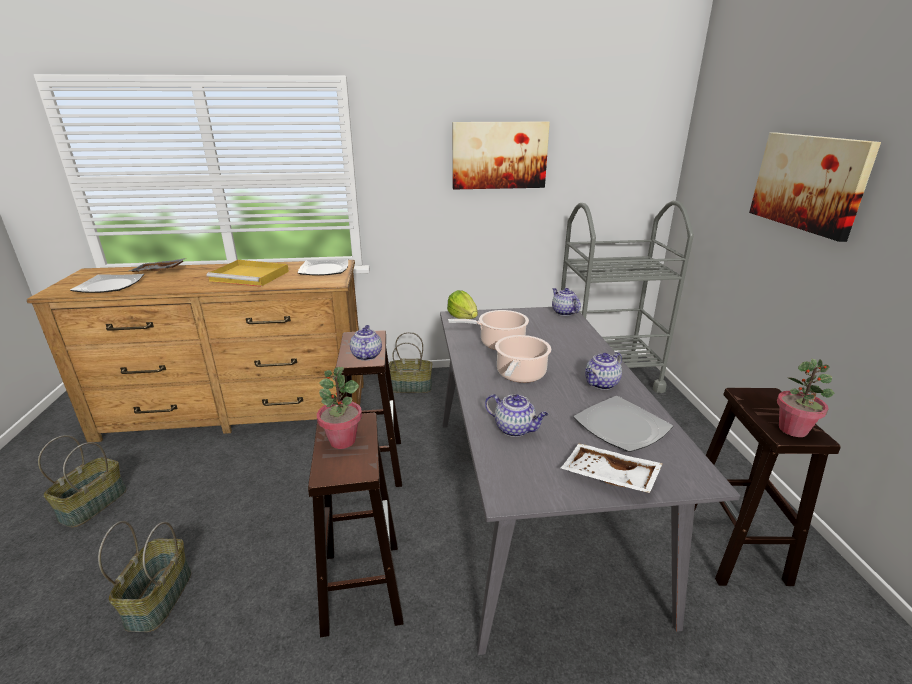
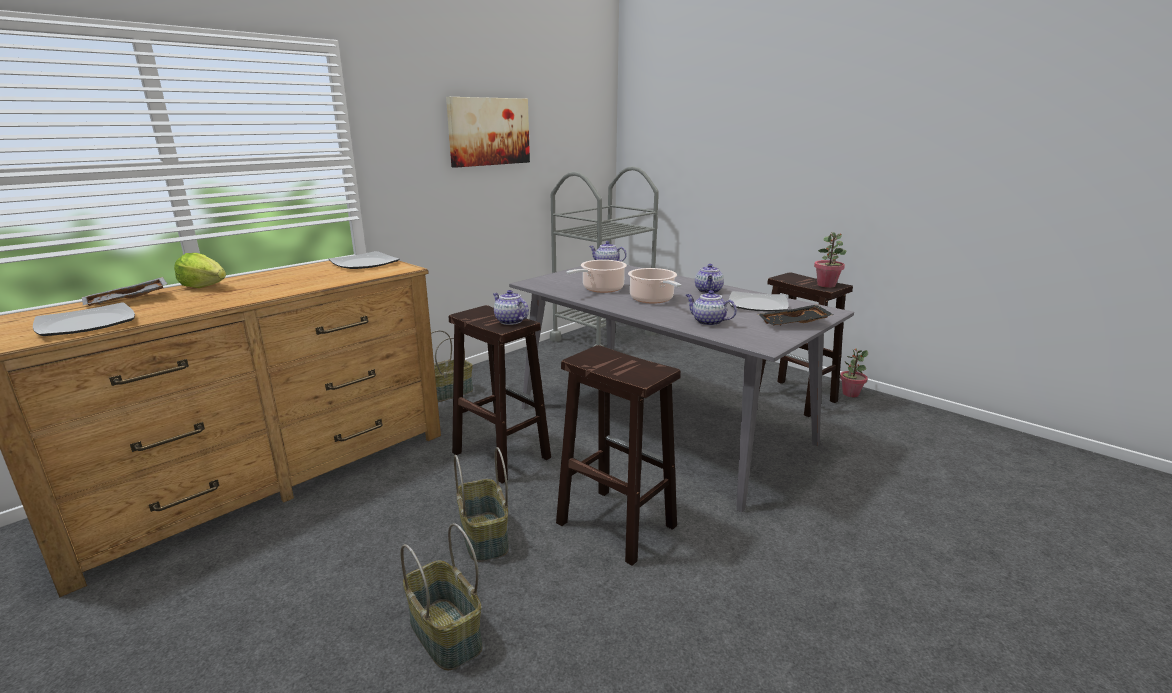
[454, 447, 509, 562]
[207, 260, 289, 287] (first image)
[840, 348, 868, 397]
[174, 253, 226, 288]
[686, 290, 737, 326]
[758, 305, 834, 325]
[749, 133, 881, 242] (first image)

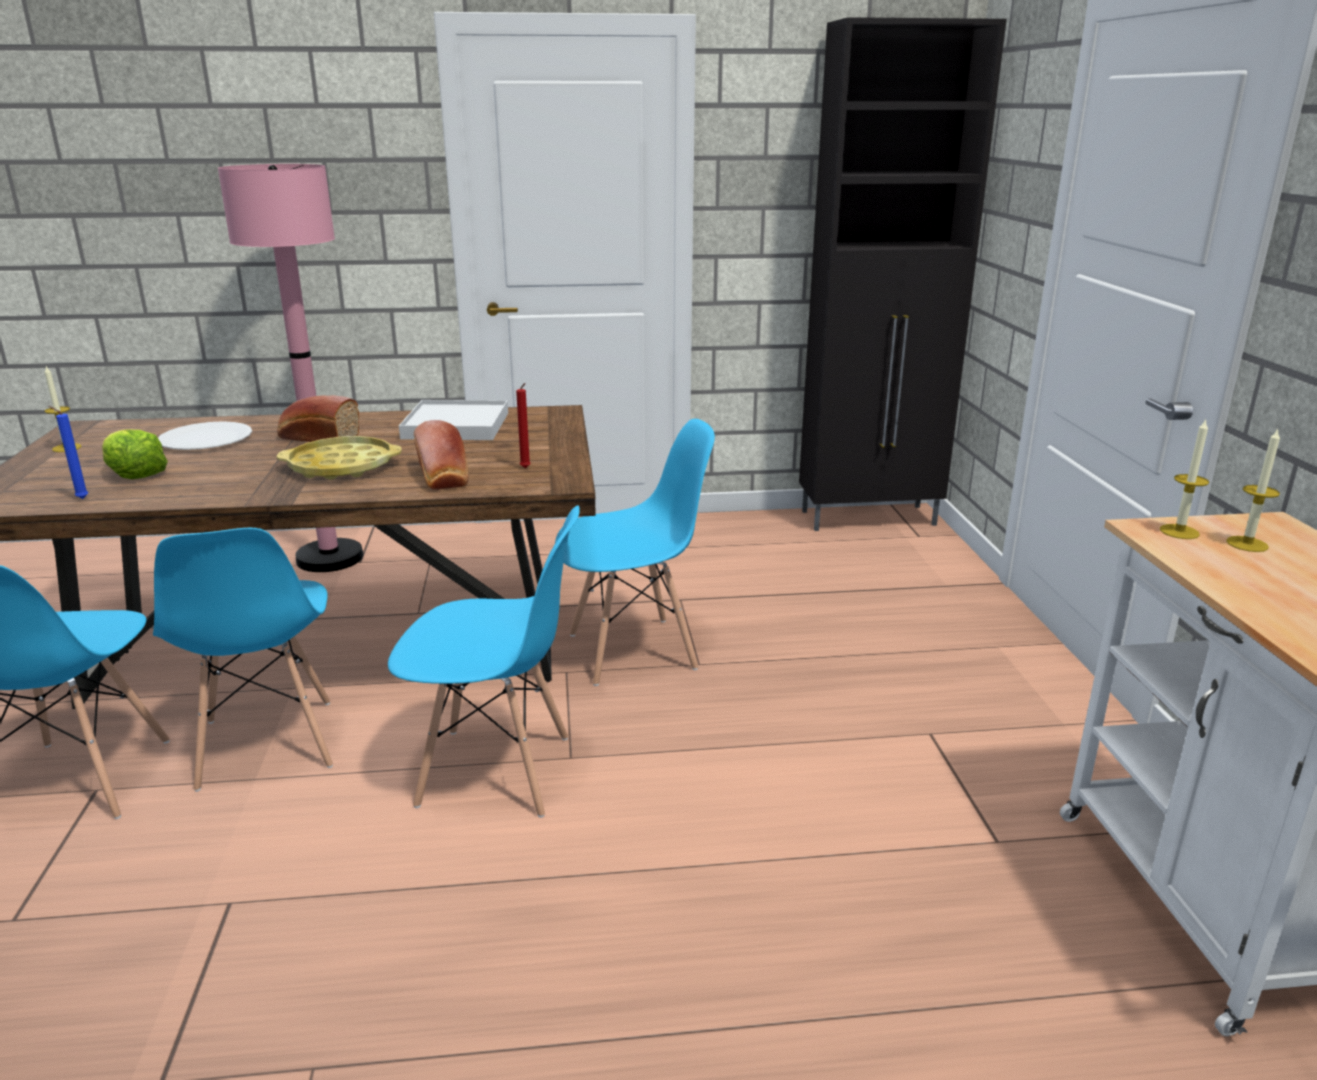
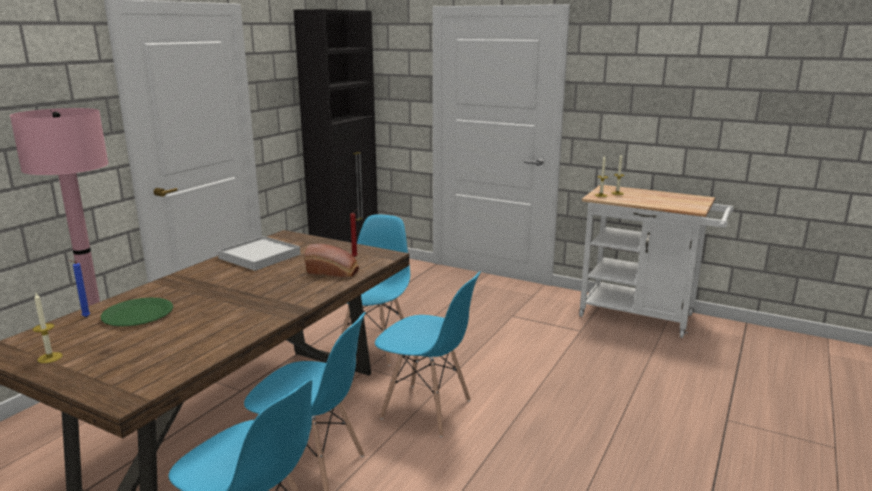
[69, 260, 90, 317]
[102, 430, 168, 479] (first image)
[101, 297, 173, 326]
[277, 395, 359, 442] (first image)
[277, 436, 402, 480] (first image)
[375, 271, 481, 437]

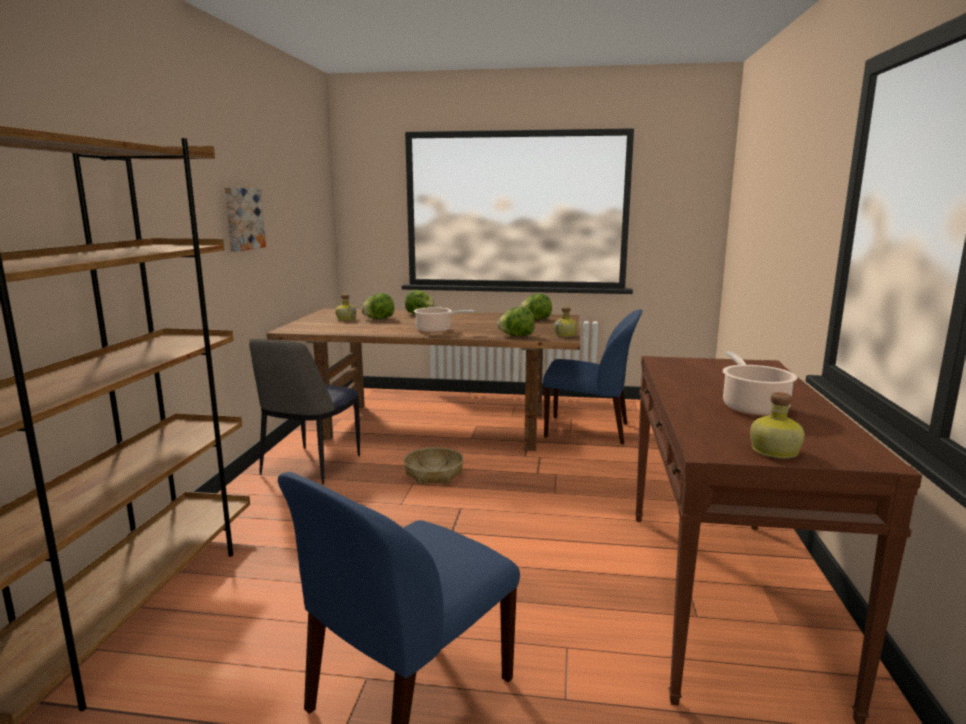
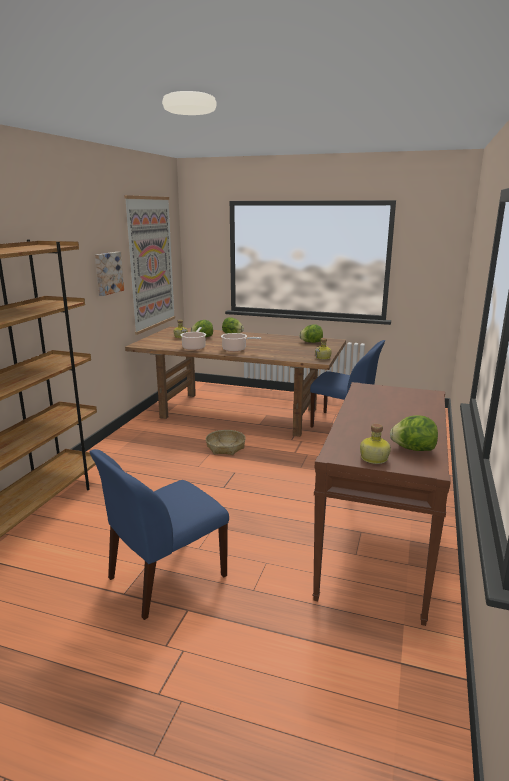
[249, 339, 360, 485] (first image)
[390, 415, 438, 451]
[180, 327, 206, 350]
[124, 195, 175, 335]

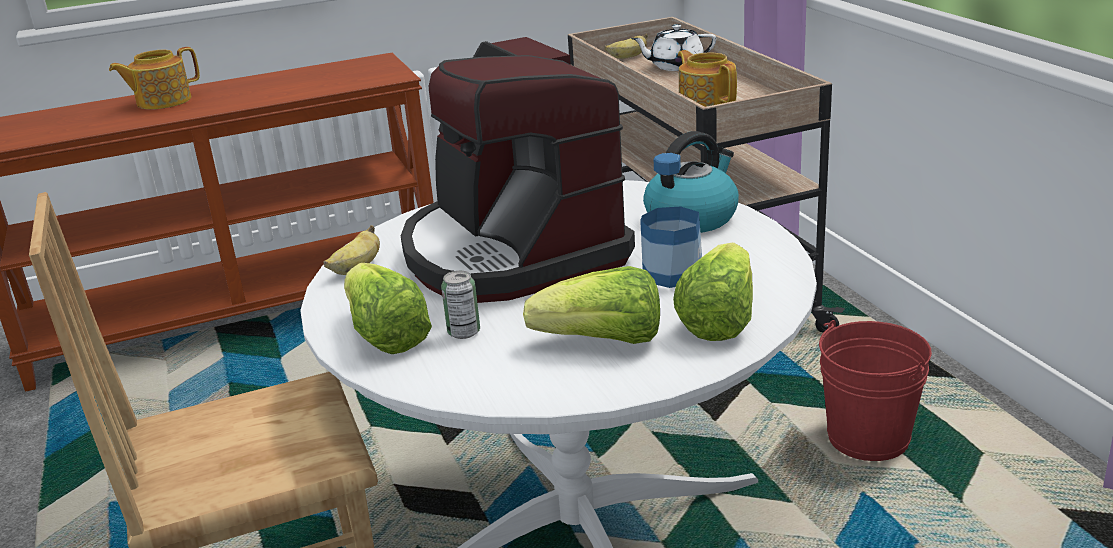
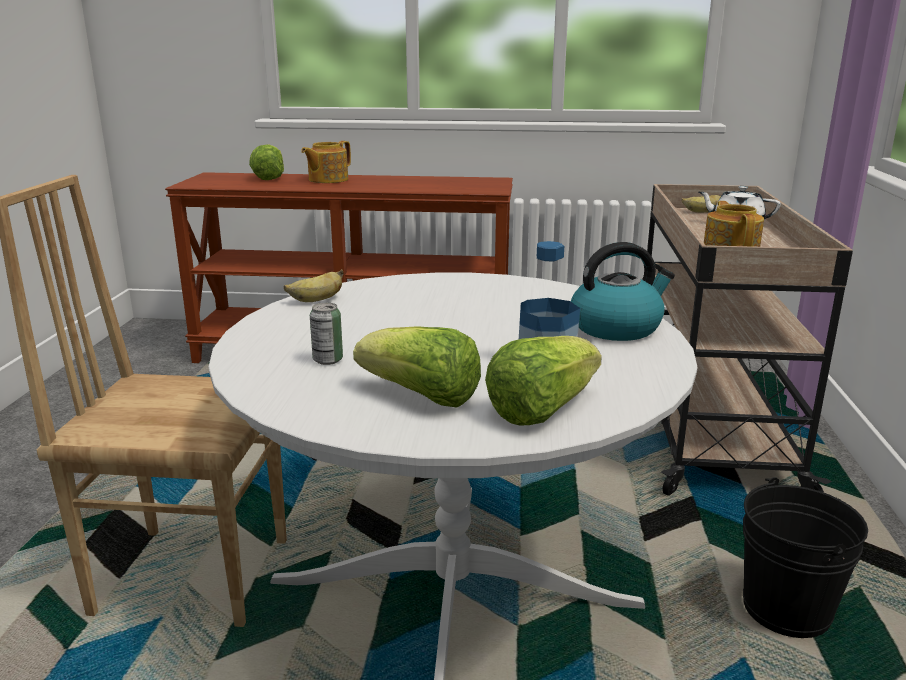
[301, 141, 351, 183]
[249, 144, 284, 180]
[401, 37, 635, 303] (first image)
[743, 477, 868, 638]

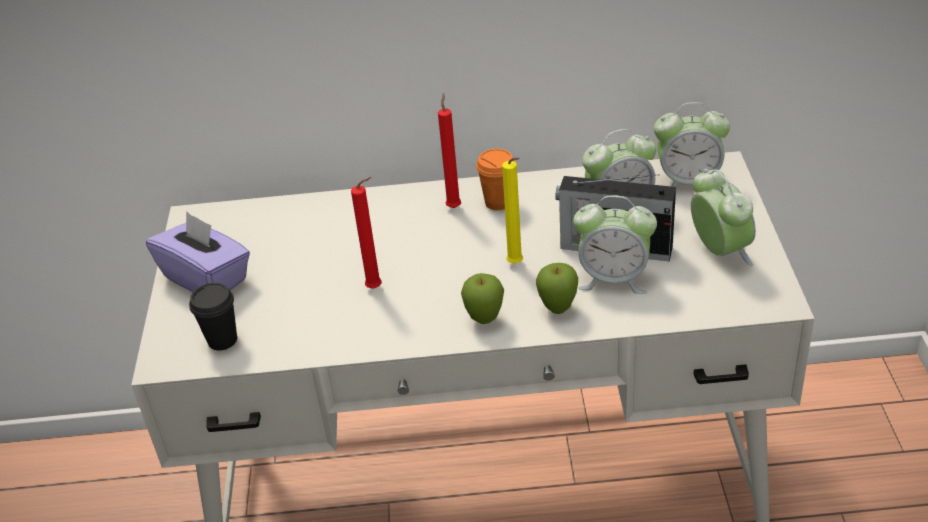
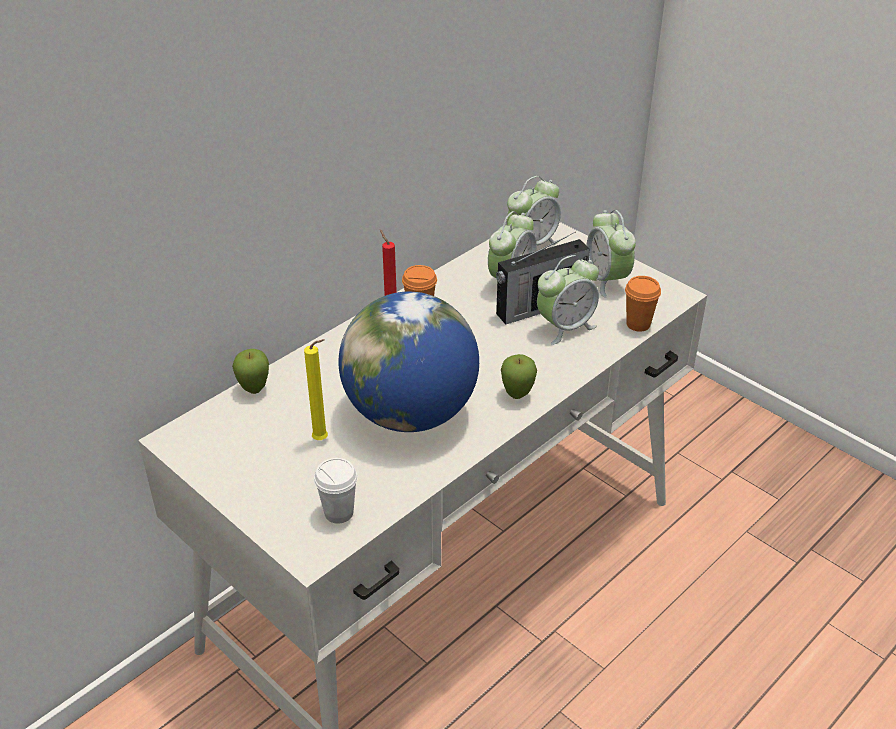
[146, 211, 250, 292] (first image)
[314, 458, 358, 524]
[339, 292, 479, 432]
[304, 339, 328, 440]
[232, 349, 269, 394]
[587, 210, 636, 298]
[625, 276, 661, 332]

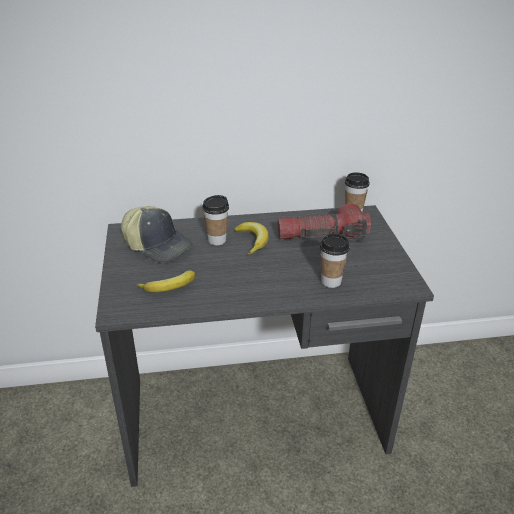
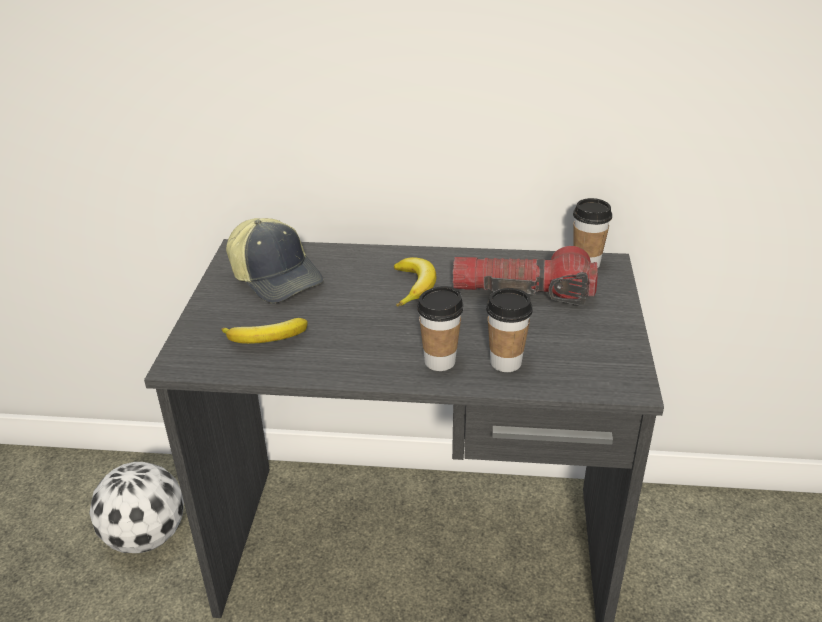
[417, 286, 463, 371]
[89, 462, 184, 553]

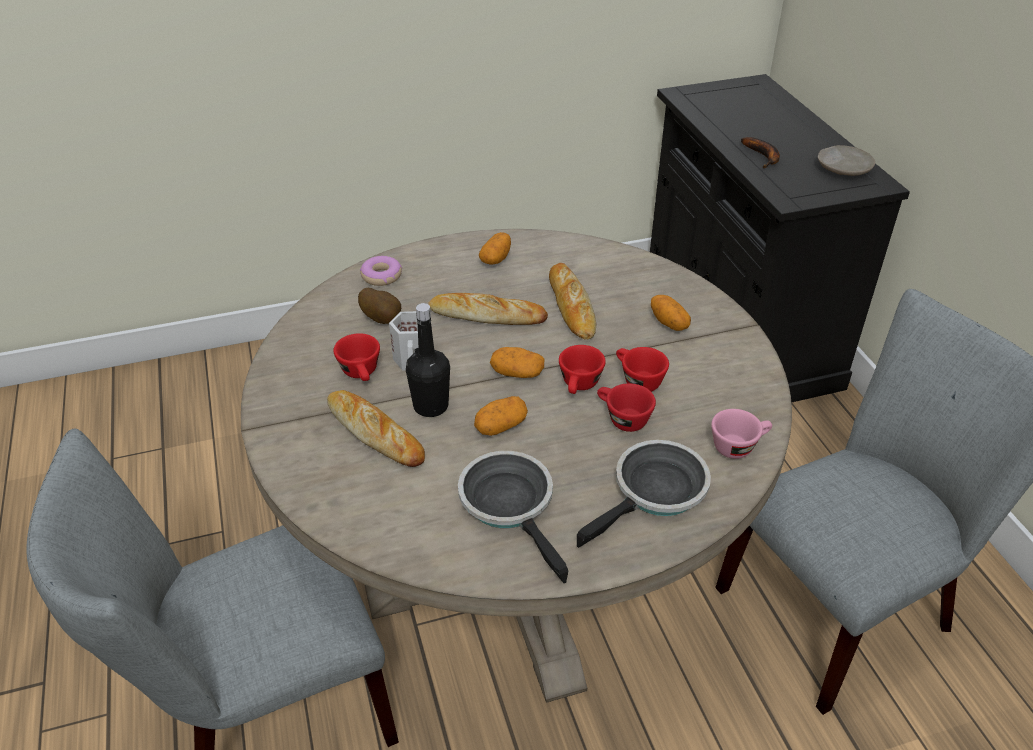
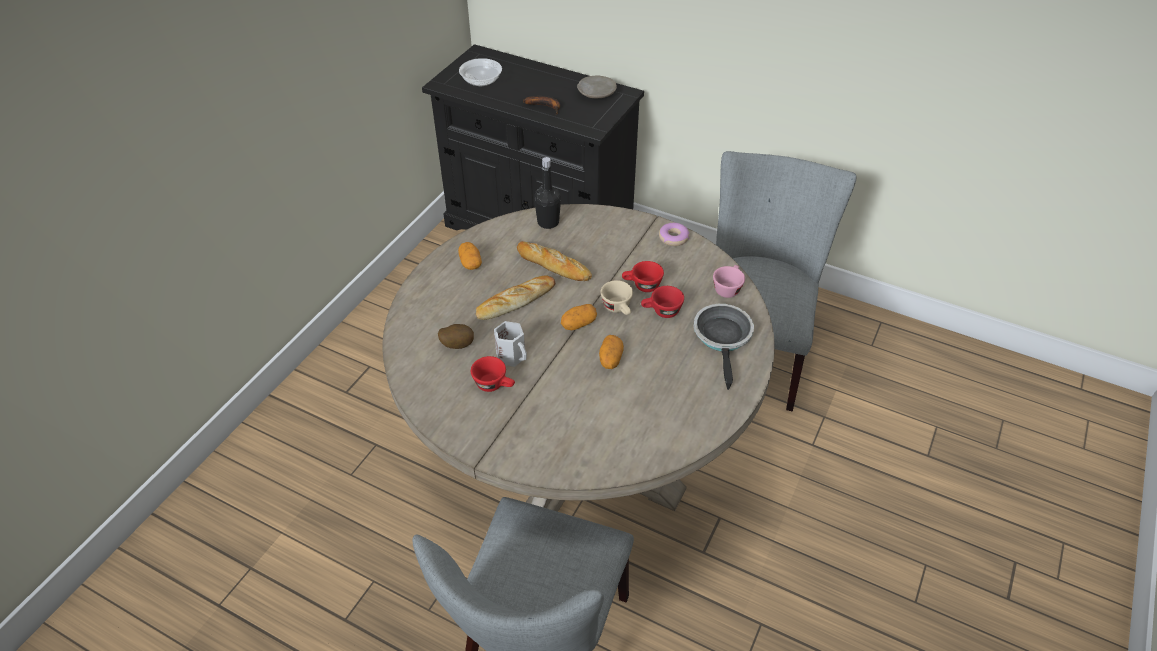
[327, 390, 425, 467] (first image)
[659, 223, 689, 246]
[534, 157, 561, 229]
[458, 451, 568, 583] (first image)
[601, 280, 633, 315]
[651, 295, 691, 331] (first image)
[459, 58, 502, 86]

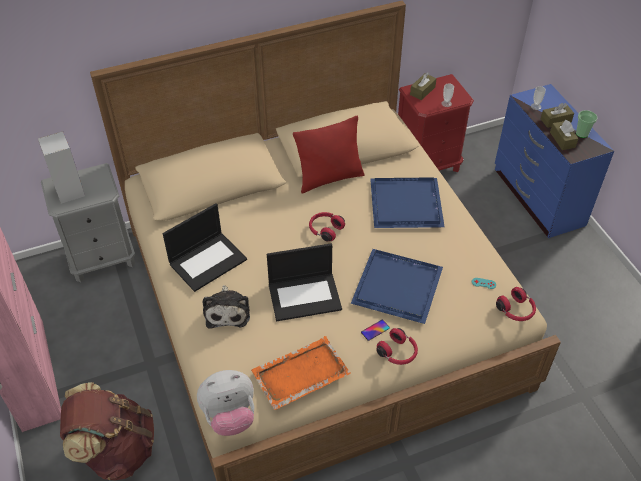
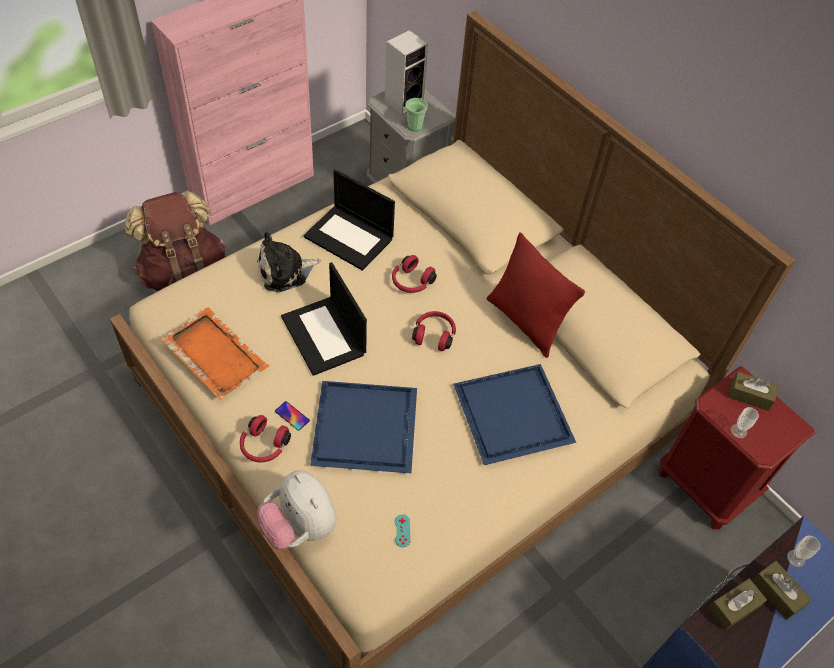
[257, 470, 337, 550]
[392, 255, 437, 293]
[405, 98, 427, 131]

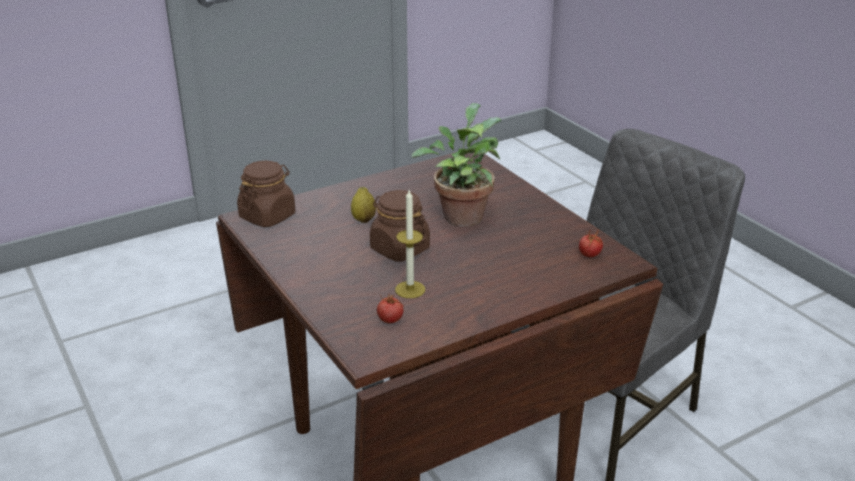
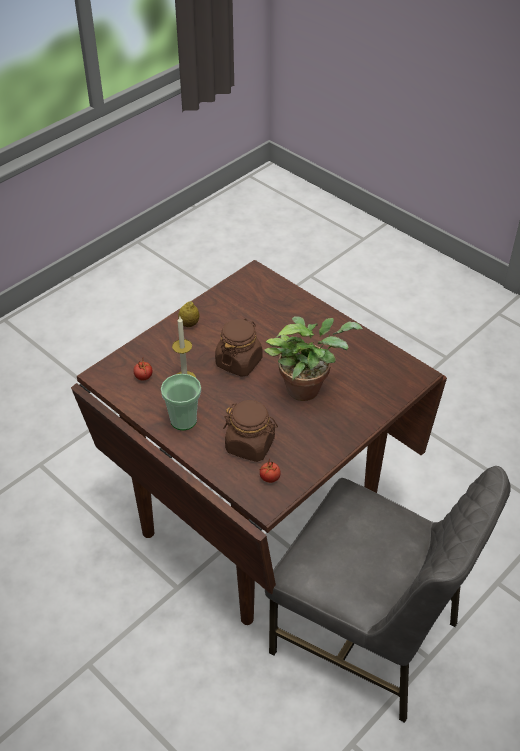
[223, 400, 278, 462]
[178, 301, 199, 327]
[161, 374, 201, 430]

